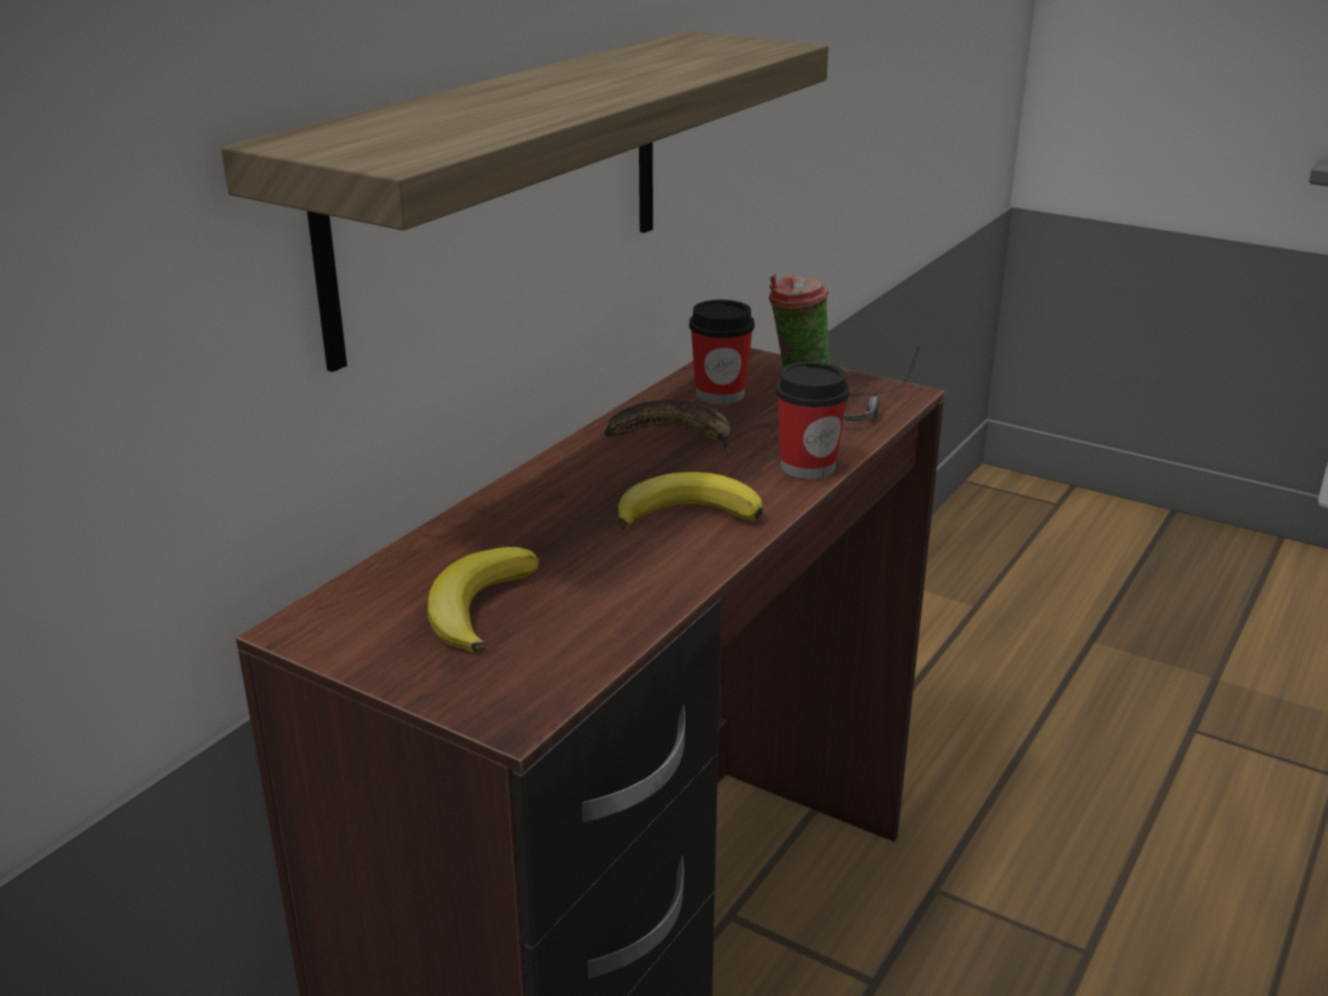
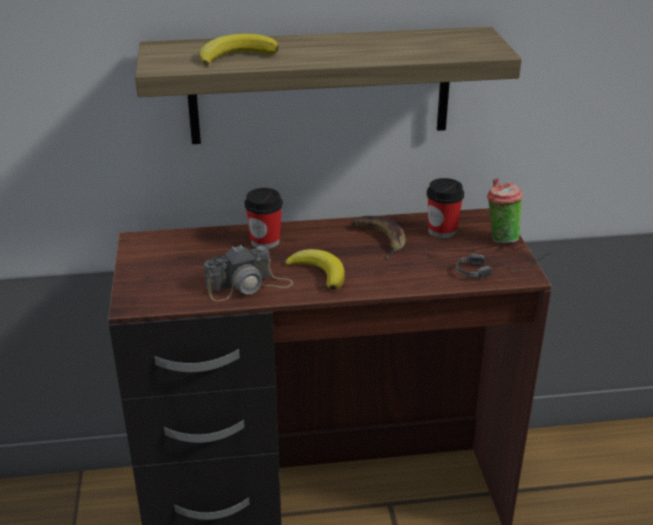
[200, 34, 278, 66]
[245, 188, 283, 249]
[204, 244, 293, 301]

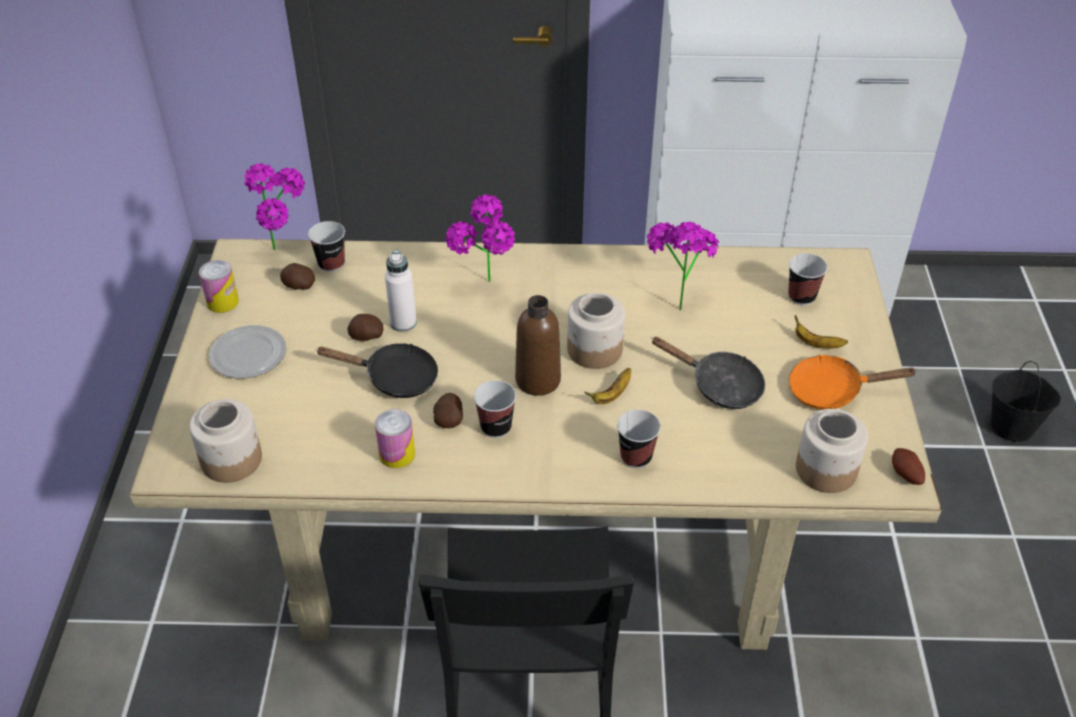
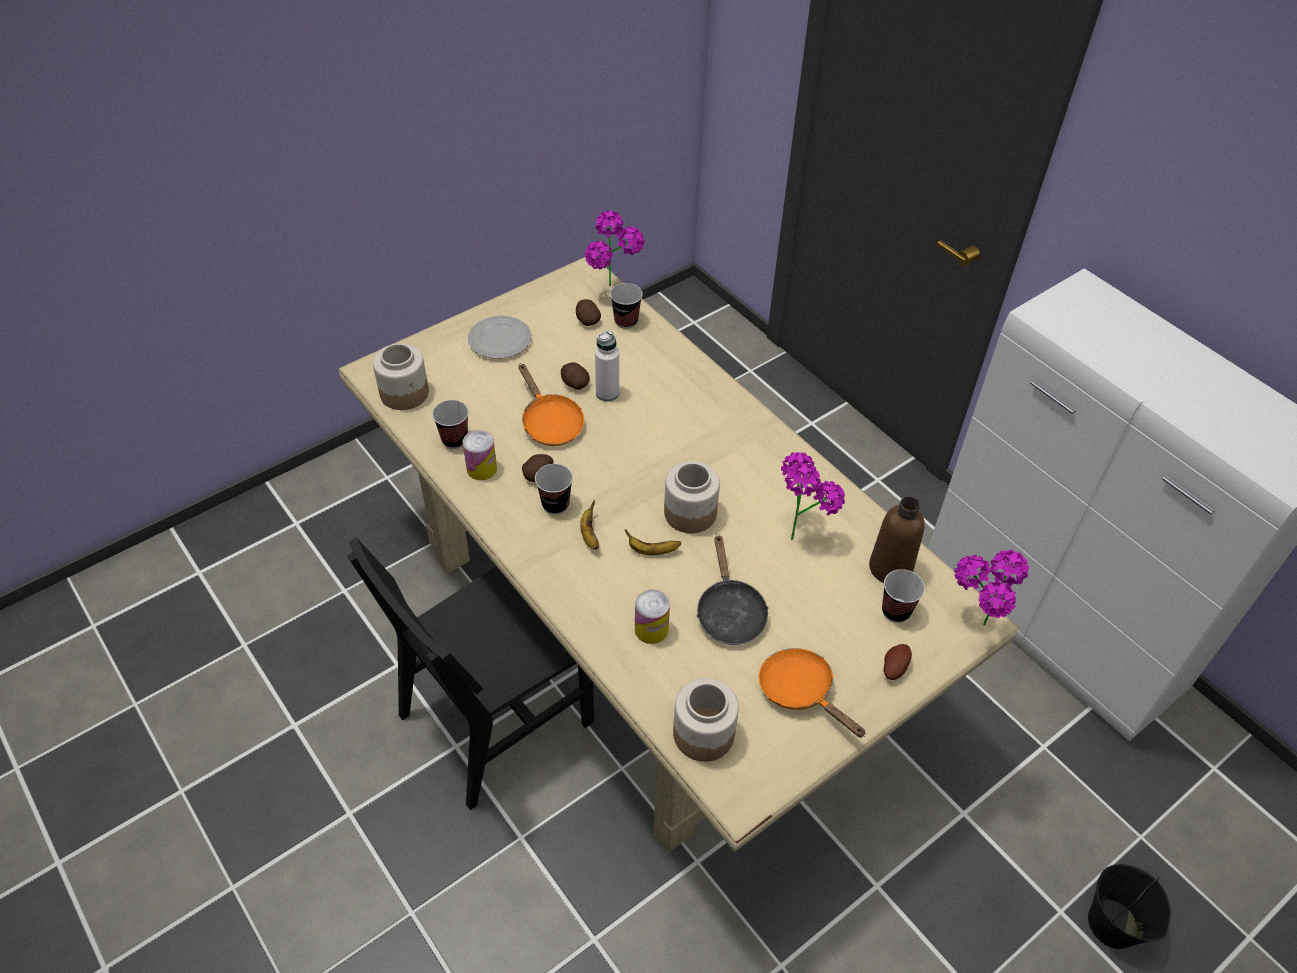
[635, 589, 670, 644]
[519, 363, 584, 446]
[954, 550, 1029, 626]
[869, 496, 925, 583]
[432, 400, 469, 449]
[580, 500, 599, 549]
[884, 644, 912, 680]

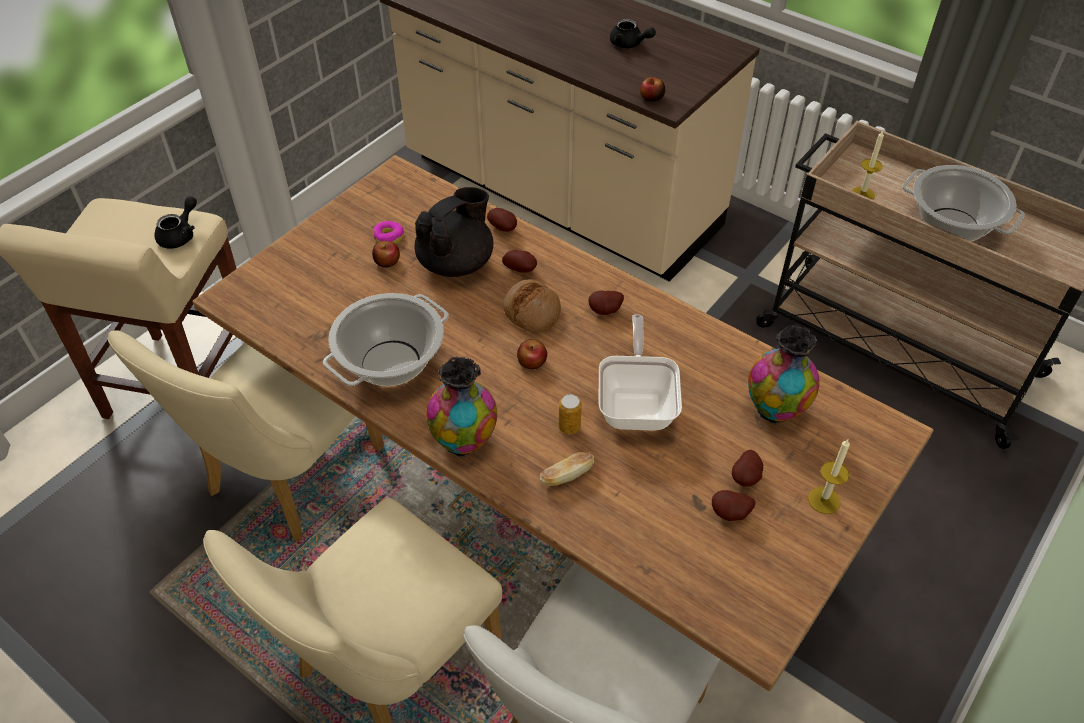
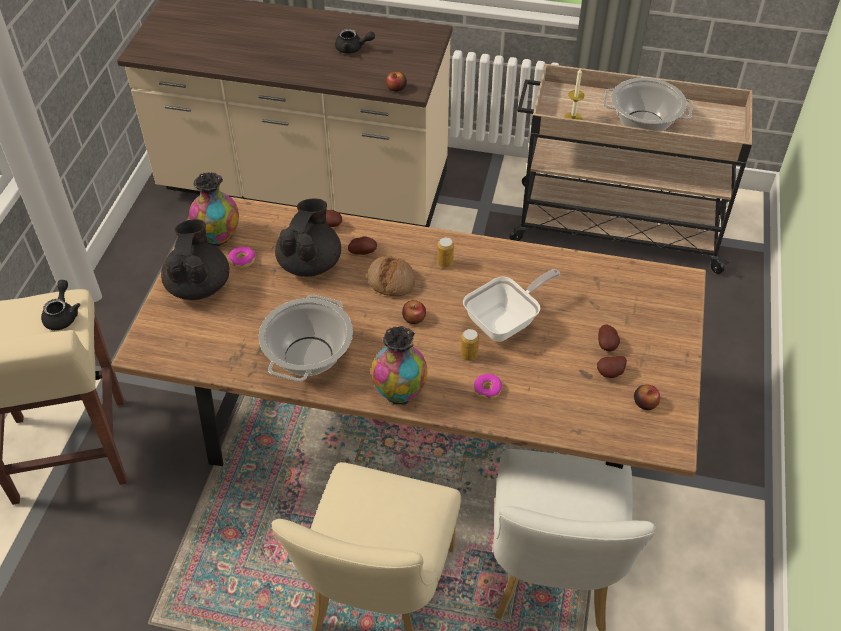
[108, 330, 384, 541] (first image)
[634, 385, 660, 410]
[474, 374, 502, 399]
[437, 237, 454, 268]
[463, 269, 560, 342]
[189, 172, 239, 246]
[808, 439, 850, 514] (first image)
[161, 219, 229, 300]

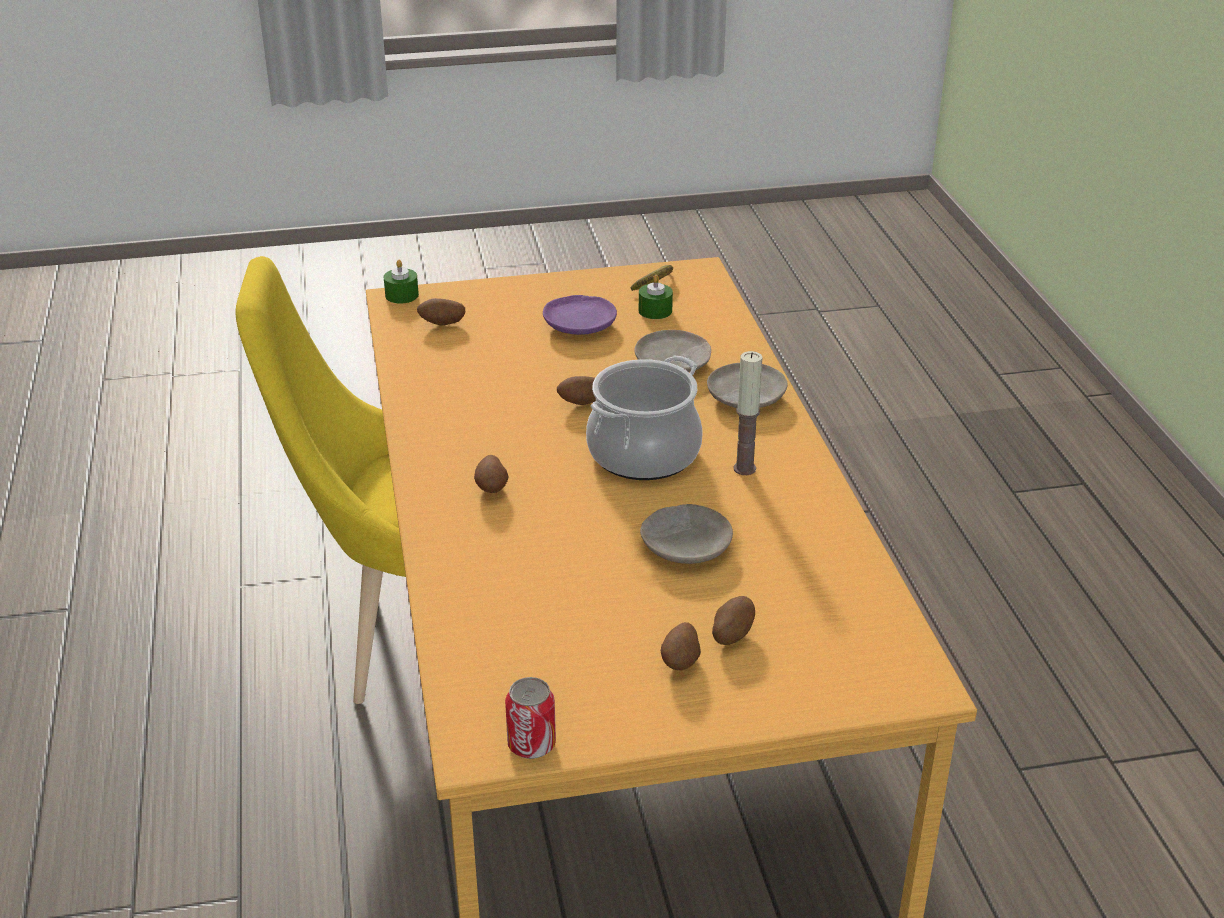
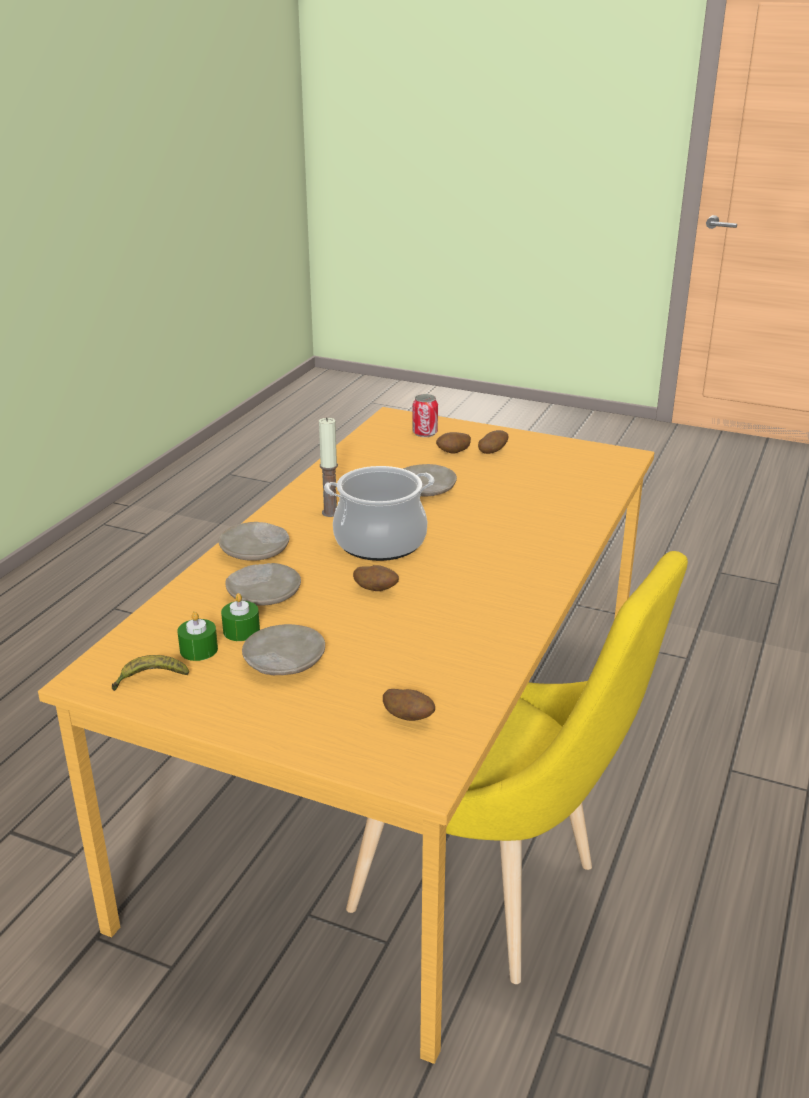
[221, 593, 260, 641]
[474, 455, 508, 493] (first image)
[413, 394, 438, 437]
[242, 624, 325, 675]

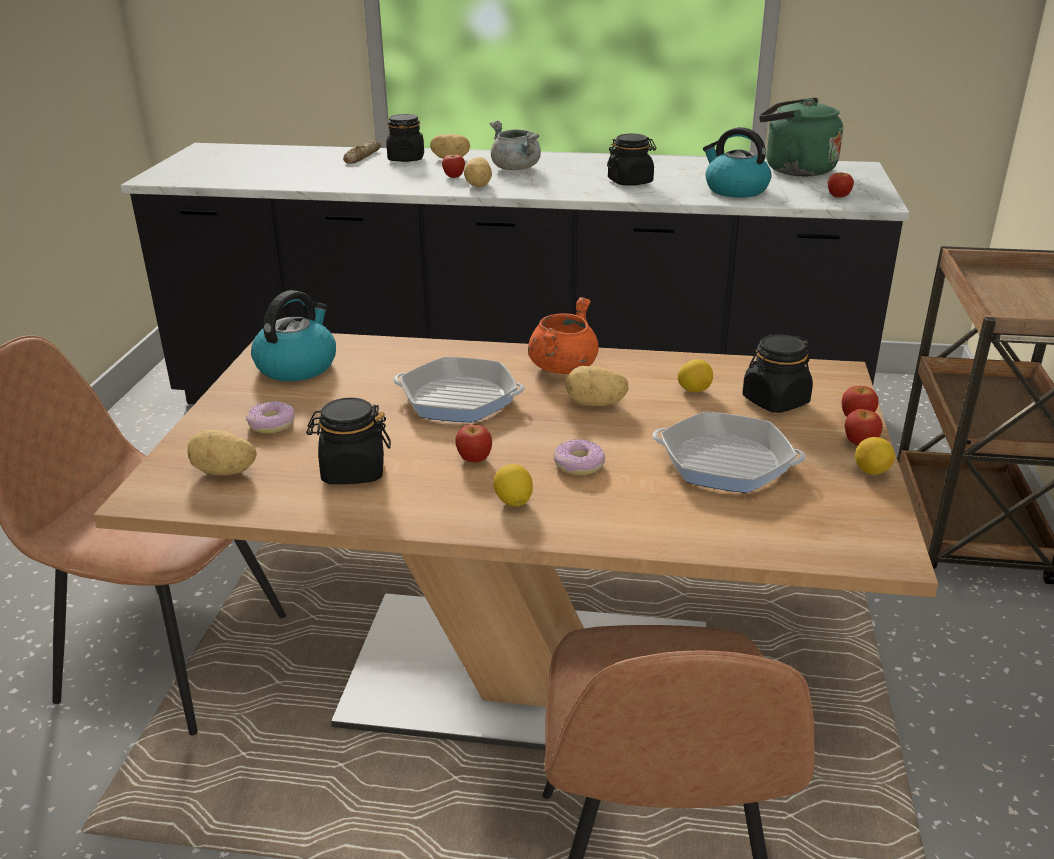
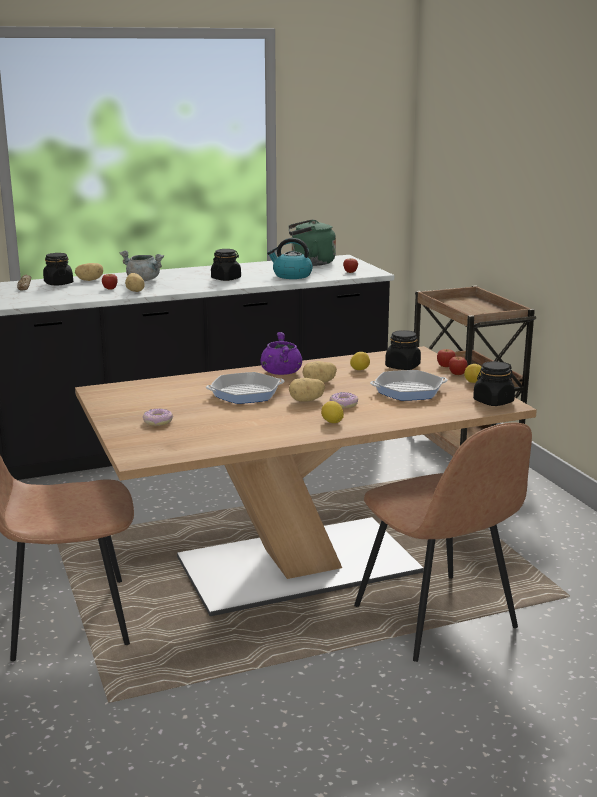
[289, 378, 325, 402]
[251, 290, 336, 381] (first image)
[473, 361, 515, 406]
[455, 425, 492, 462] (first image)
[260, 332, 302, 375]

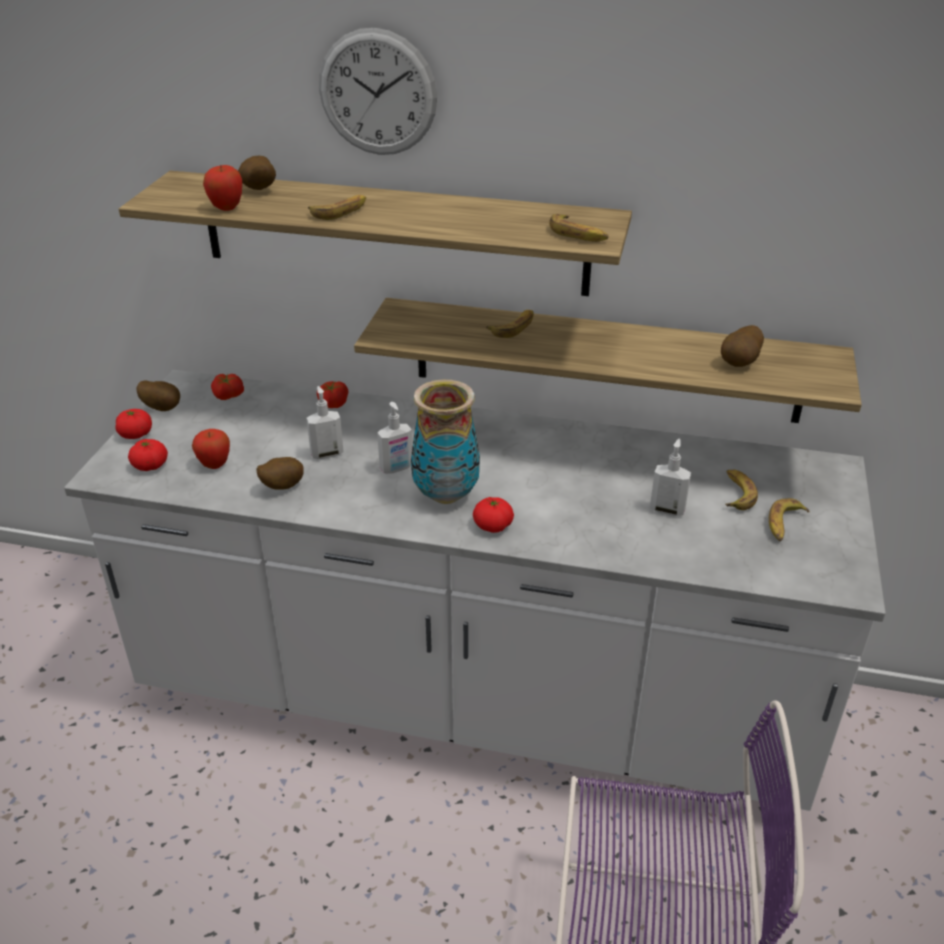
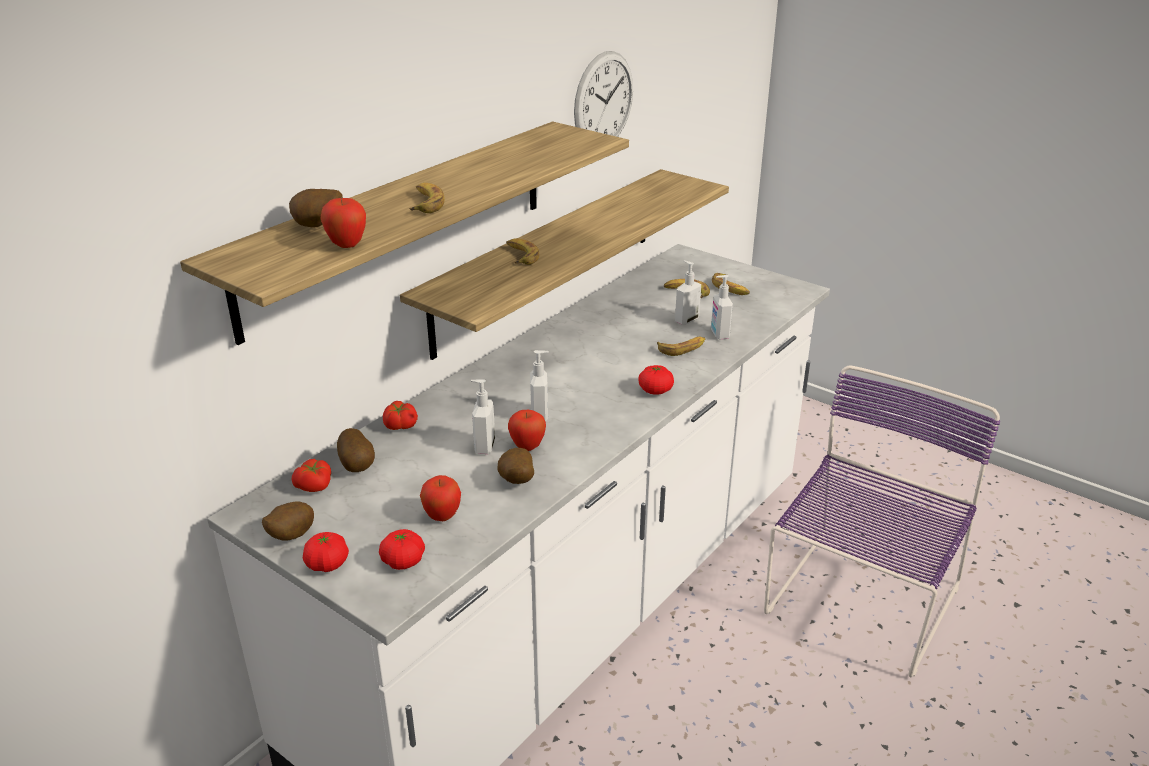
[574, 51, 633, 137]
[411, 379, 480, 504] (first image)
[657, 337, 705, 356]
[337, 428, 375, 472]
[508, 410, 546, 451]
[711, 275, 733, 339]

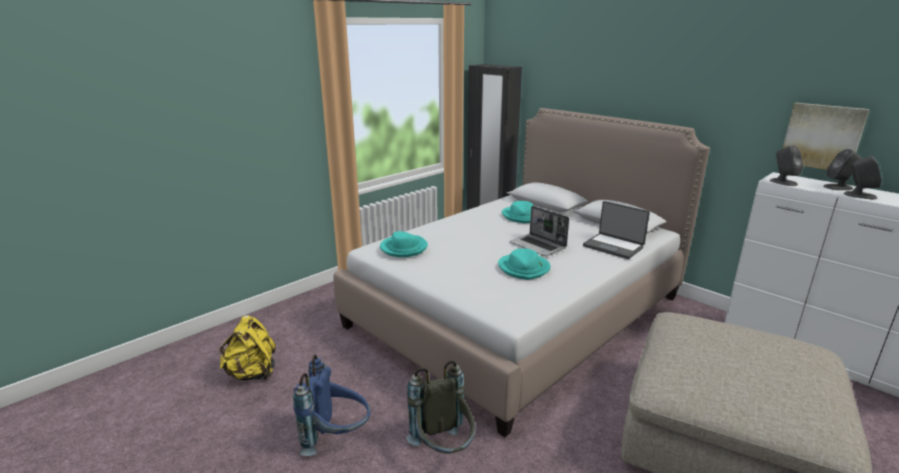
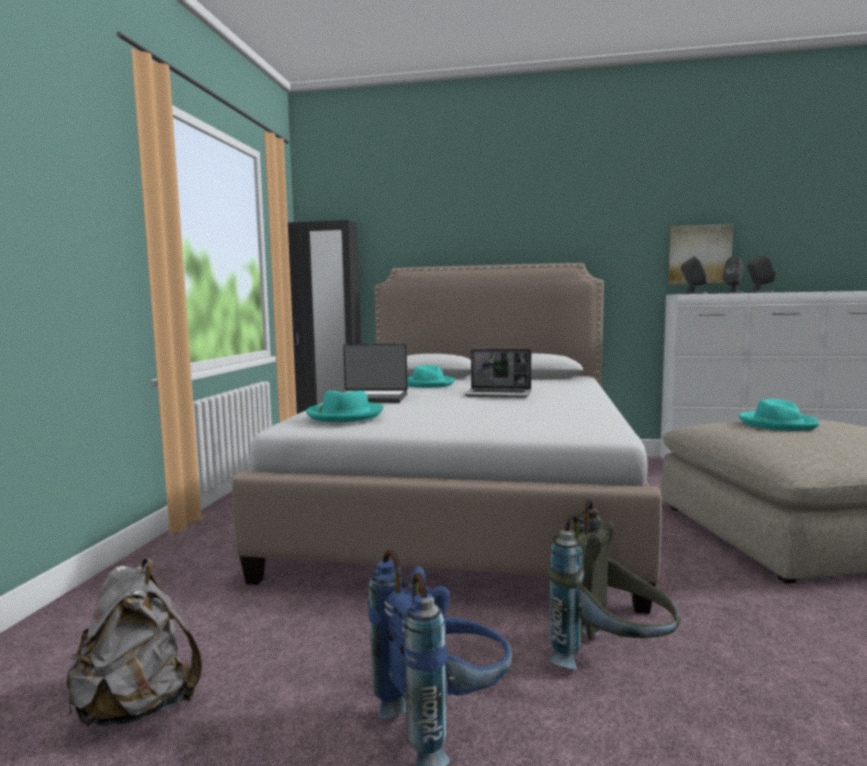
[66, 559, 202, 727]
[739, 399, 820, 431]
[342, 344, 408, 403]

